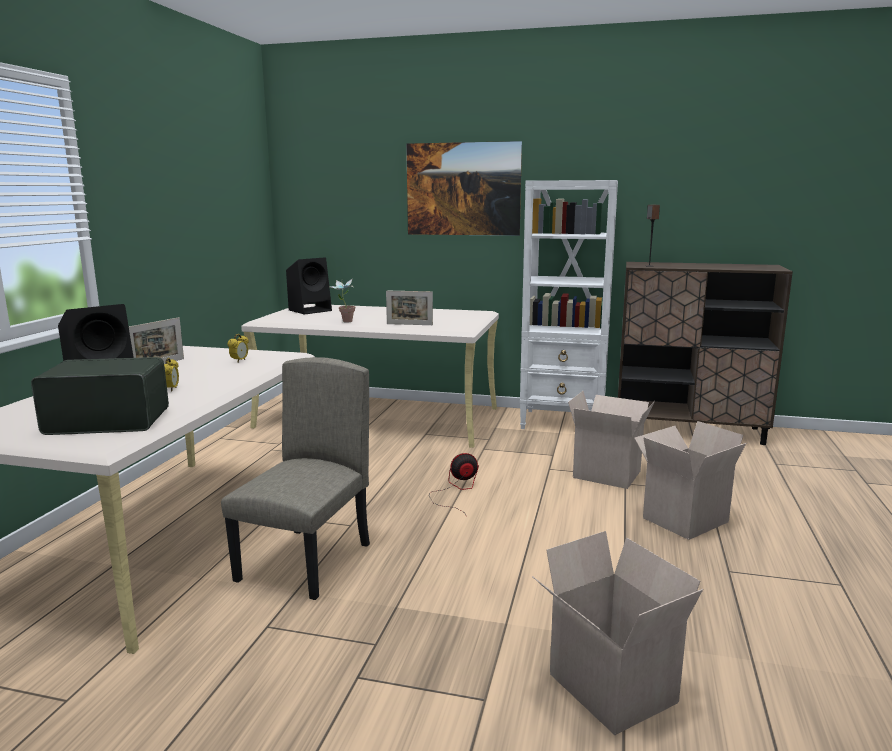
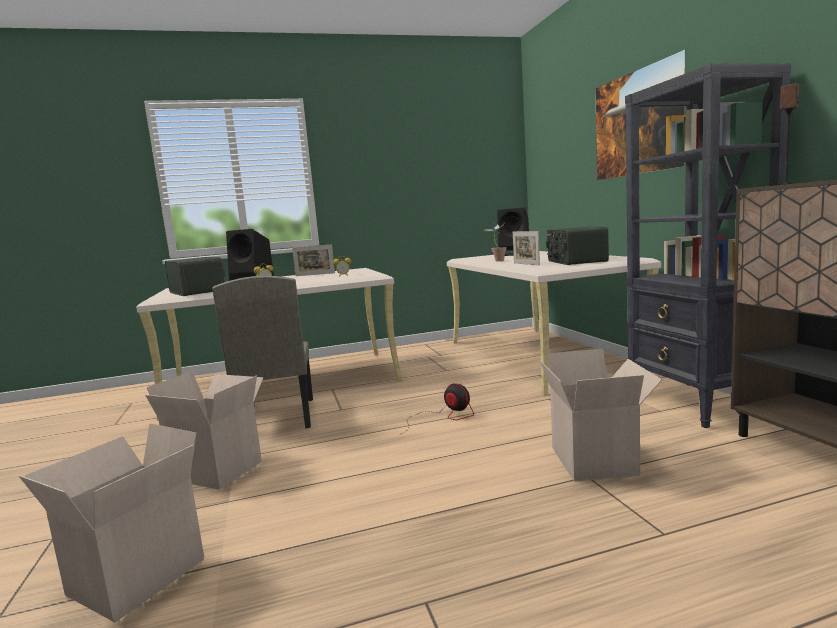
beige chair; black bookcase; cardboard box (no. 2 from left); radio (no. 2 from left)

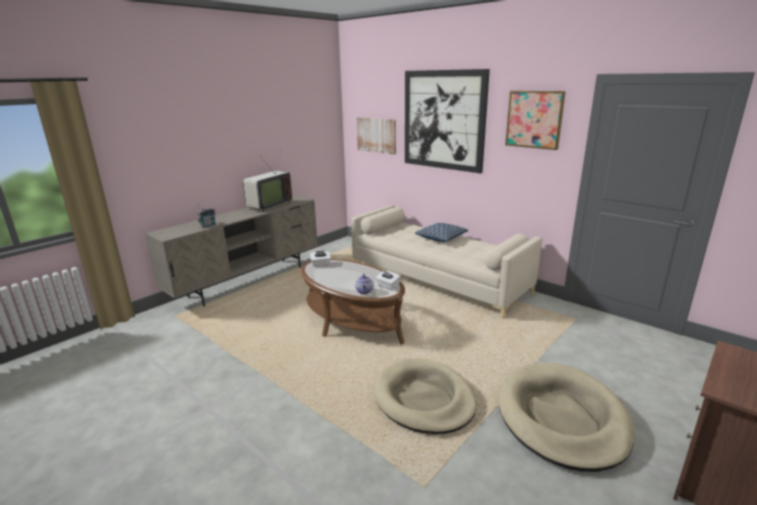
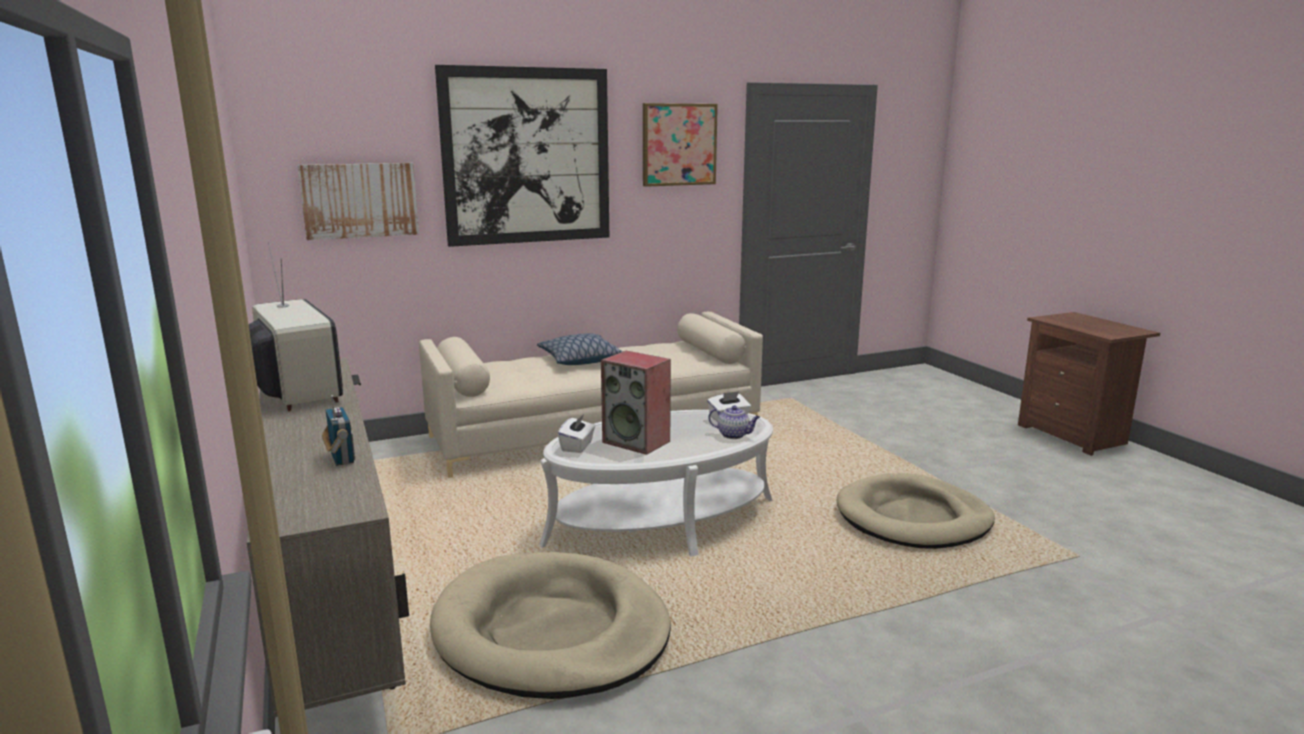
white coffee table; beige dog bed (no. 1 from left); speaker

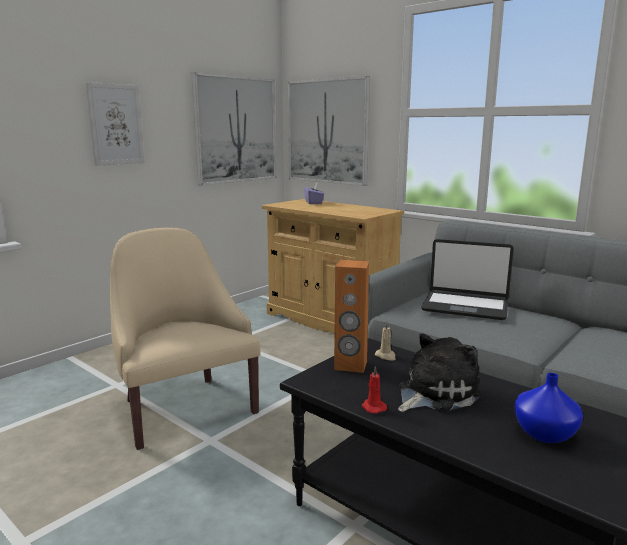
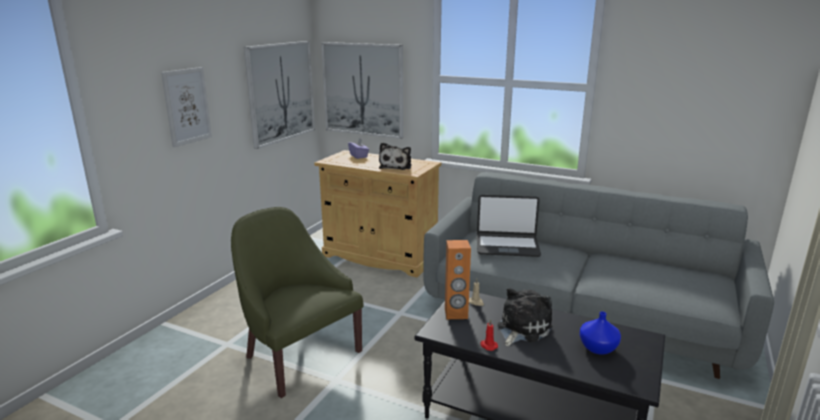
green armchair; plush toy (no. 1 from left)

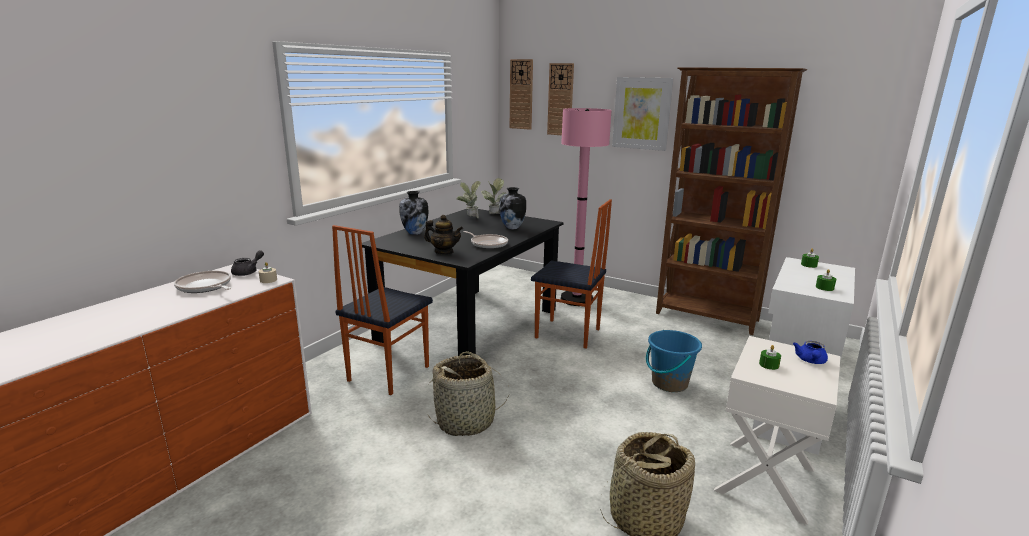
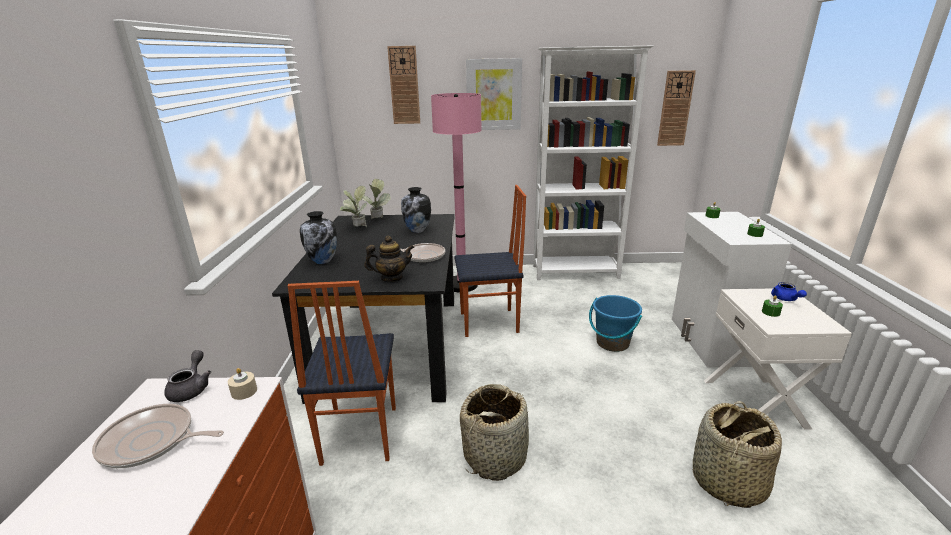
wall clock (no. 2 from left); white bookcase

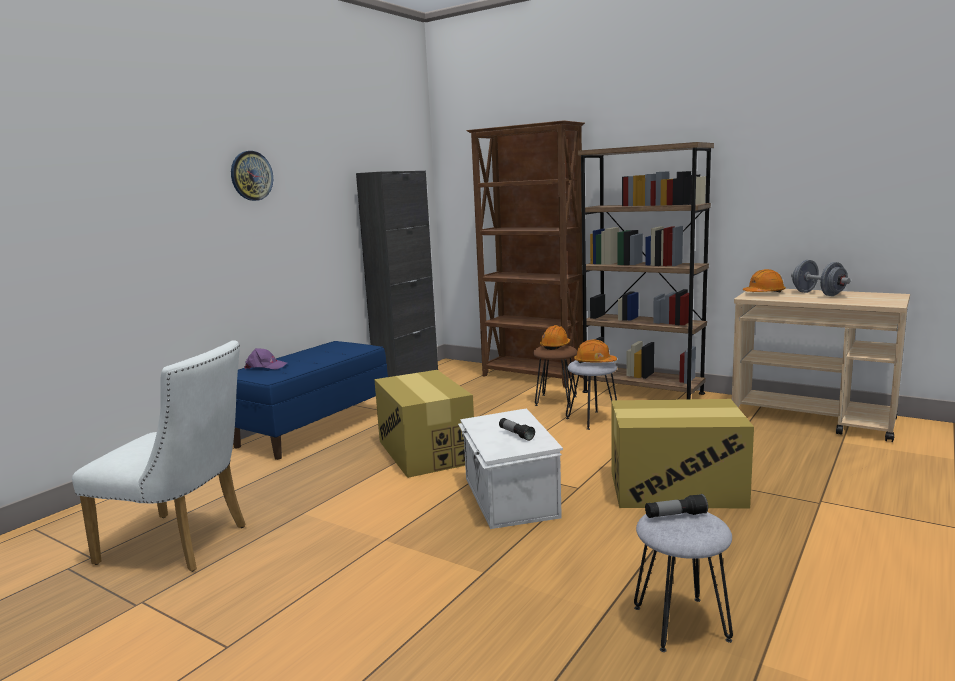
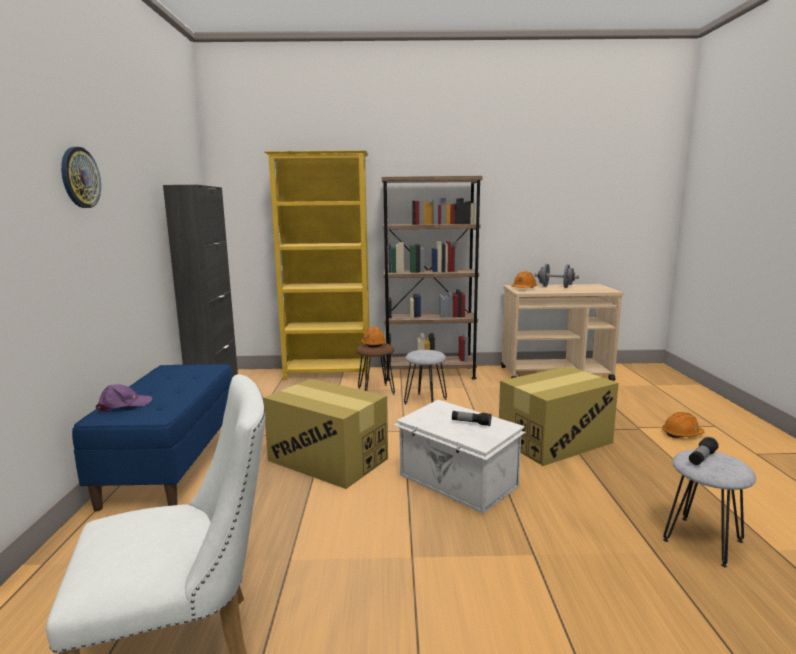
yellow bookcase; orange hard hat (no. 3 from left)

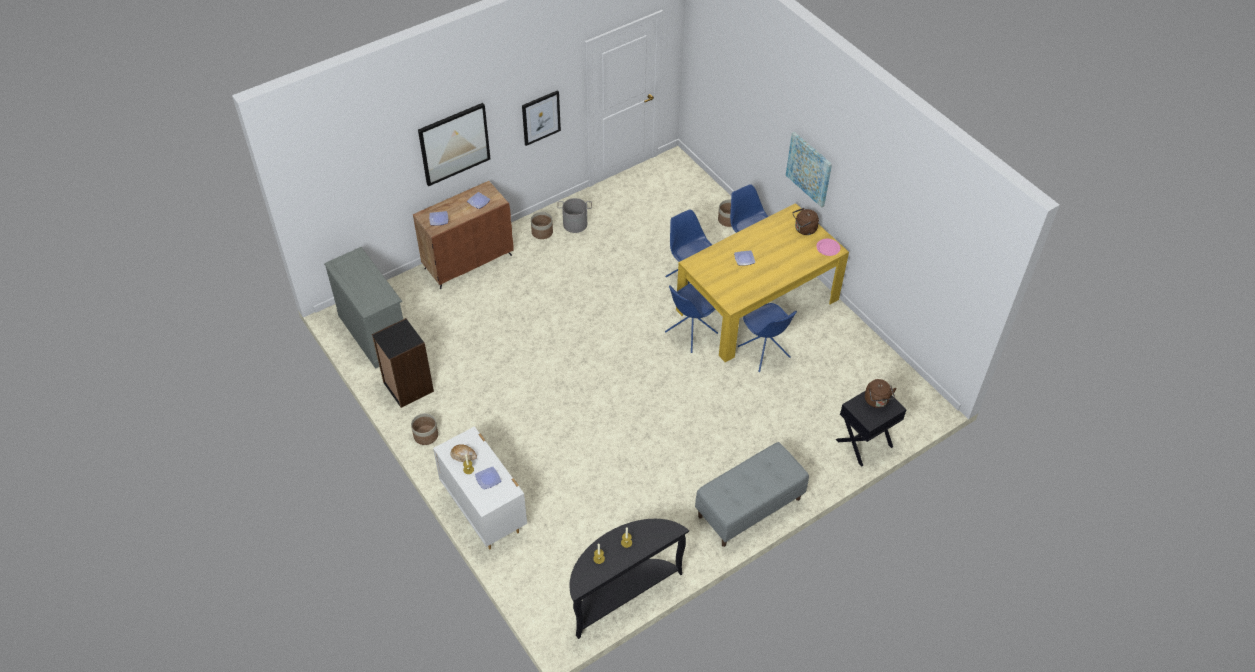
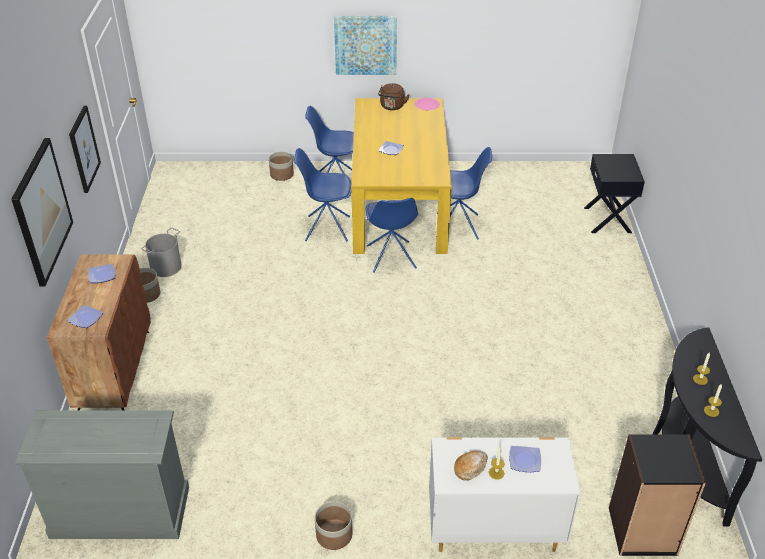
black bookcase; grey bench; brown kettle (no. 2 from left in the first image)

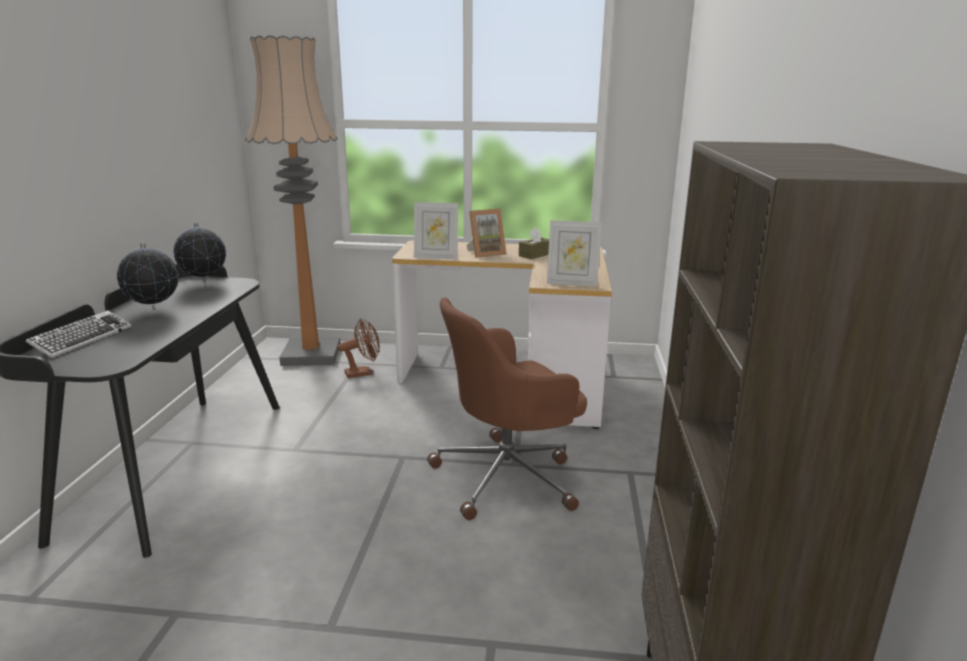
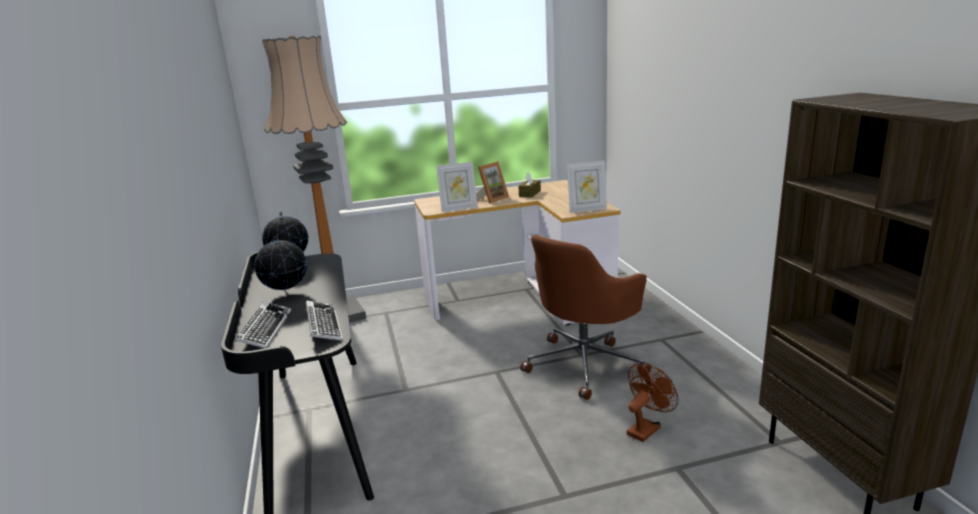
brown fan; keyboard (no. 2 from left)

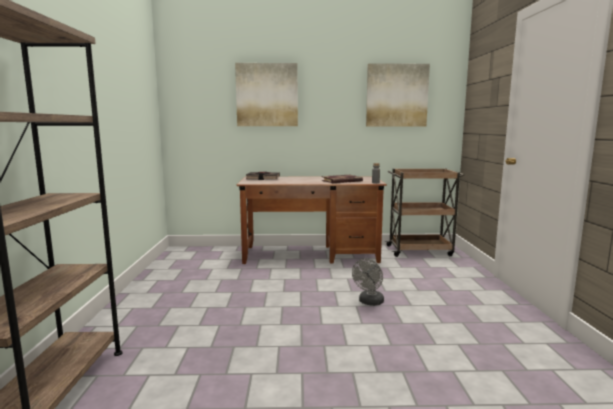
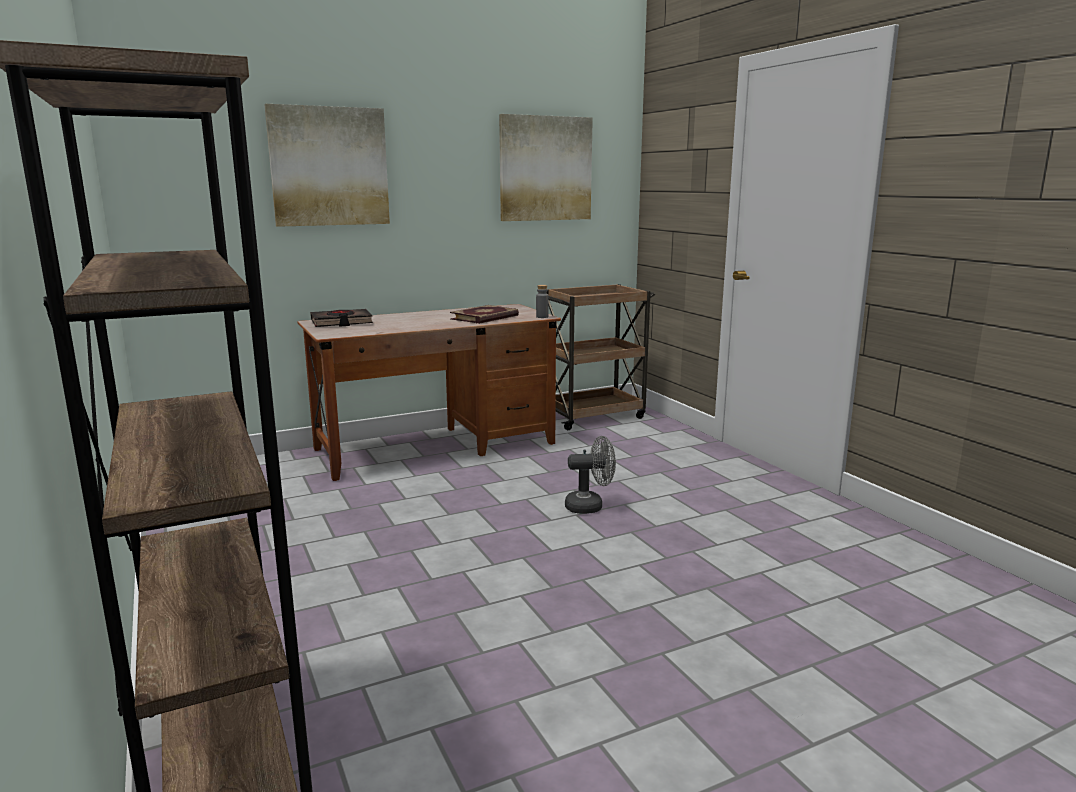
grey fan

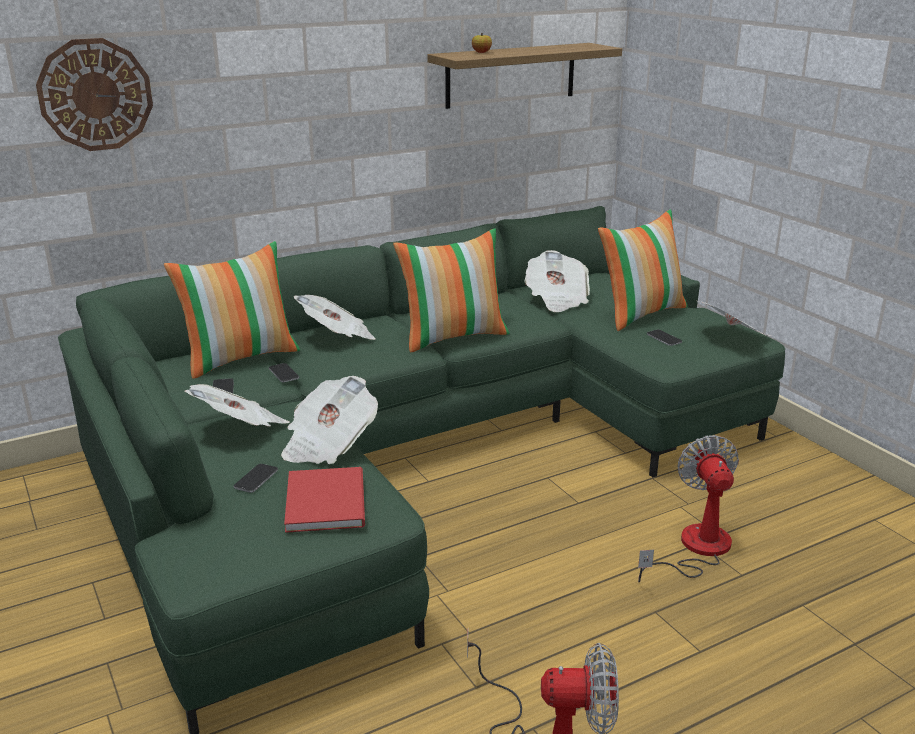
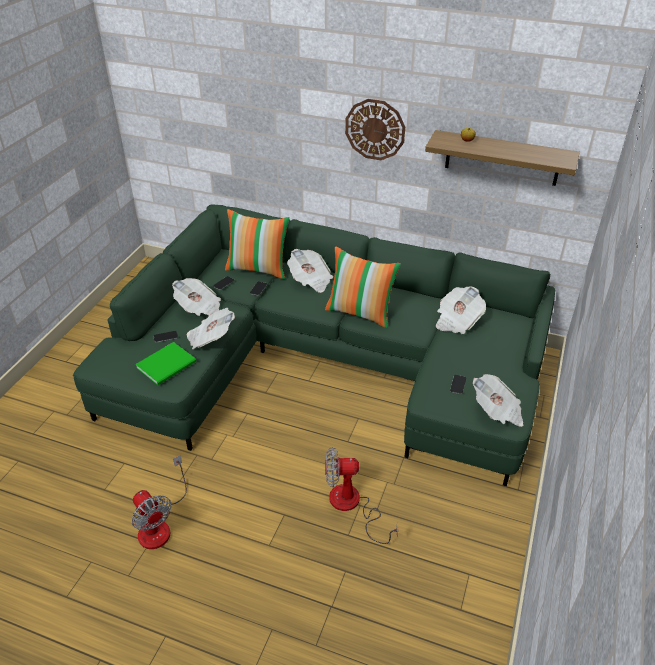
wall clock; green book; pillow (no. 3 from left in the first image); fan (no. 2 from left)

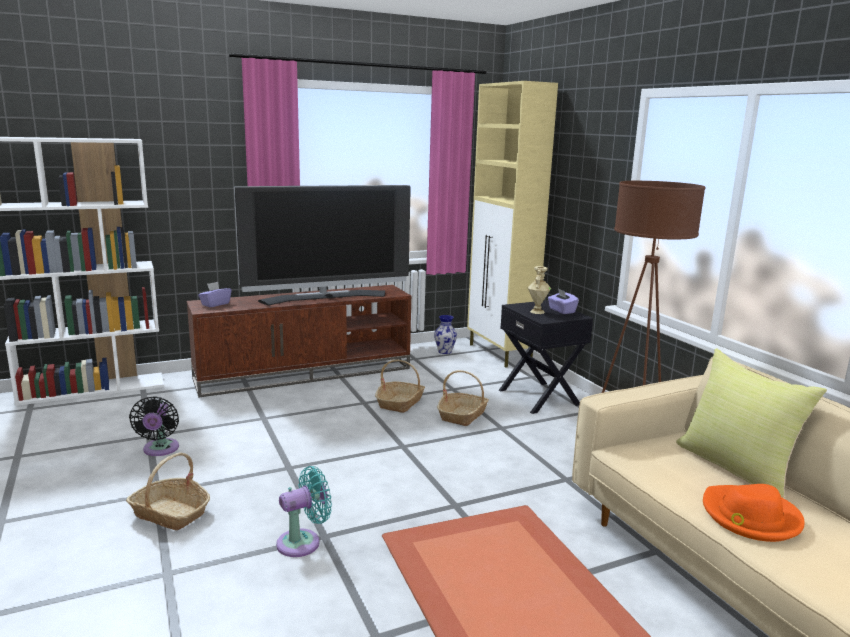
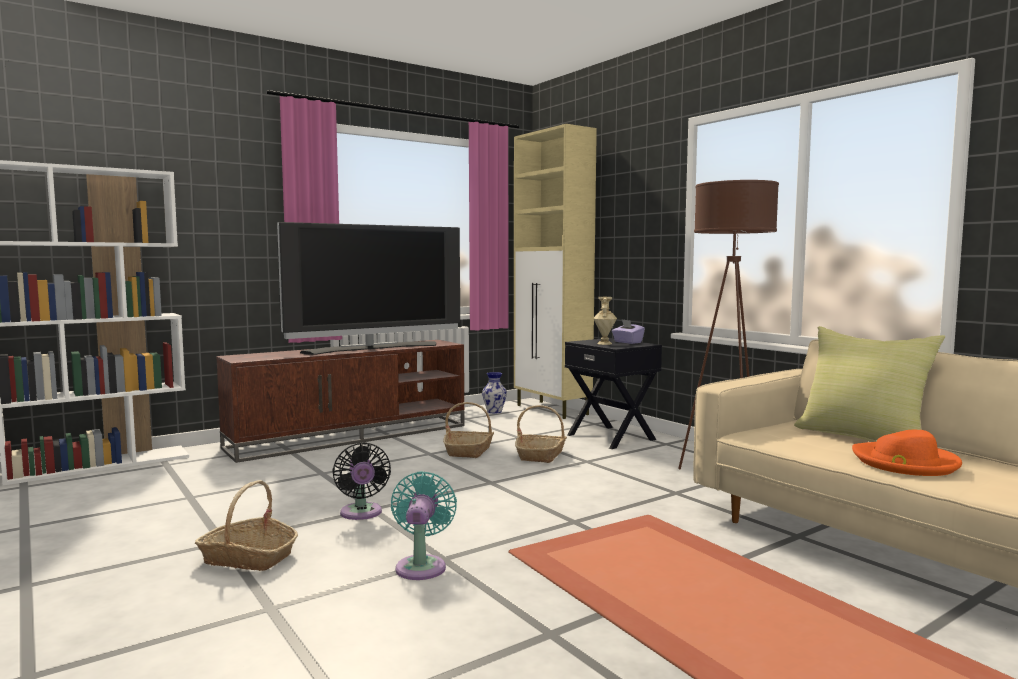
black fan; purple tissue box (no. 1 from left in the first image); turquoise fan

